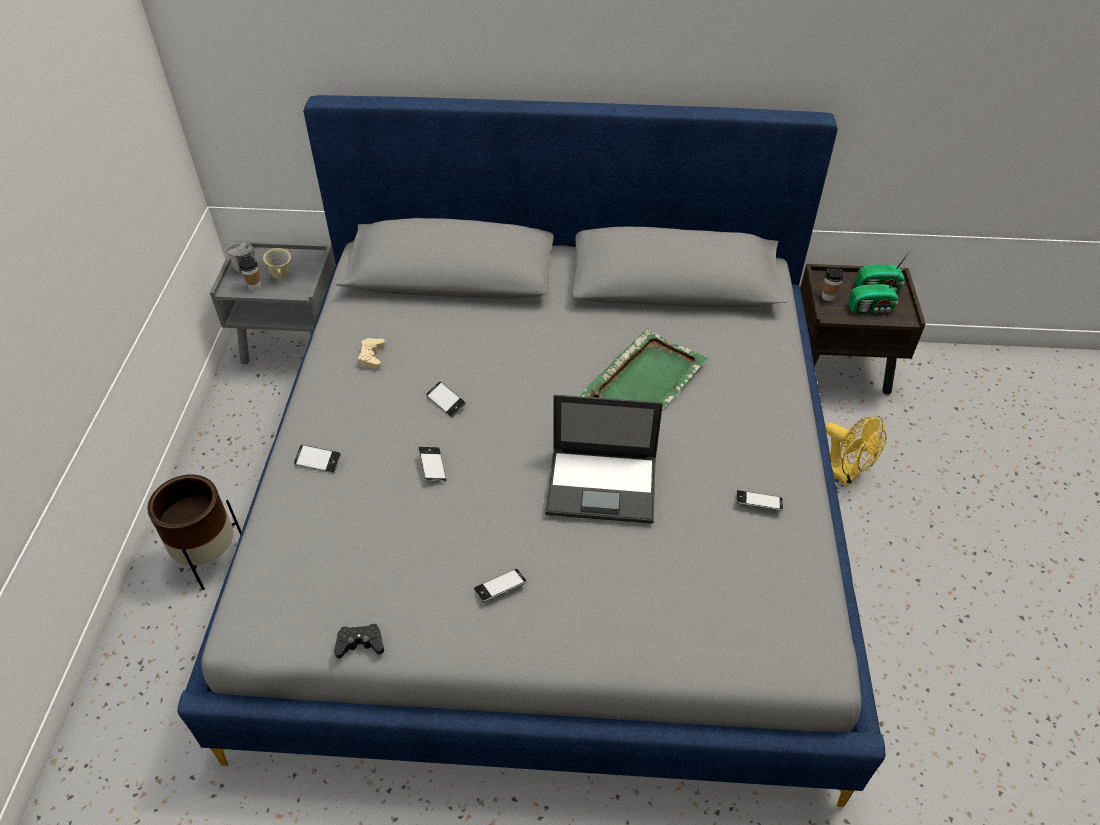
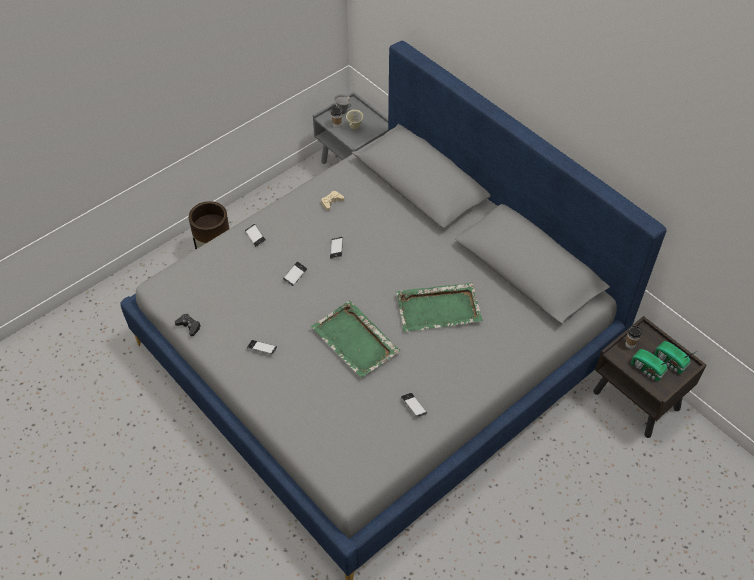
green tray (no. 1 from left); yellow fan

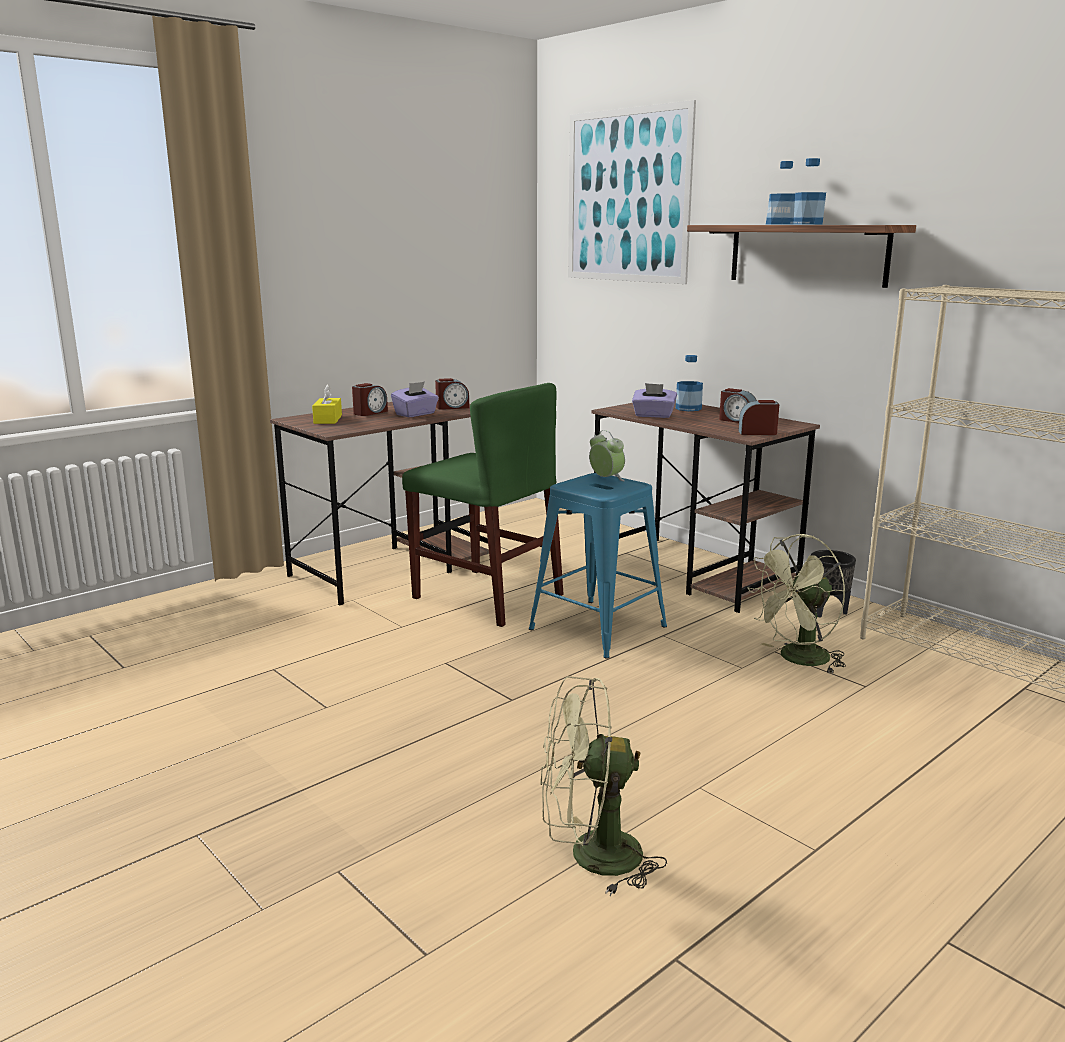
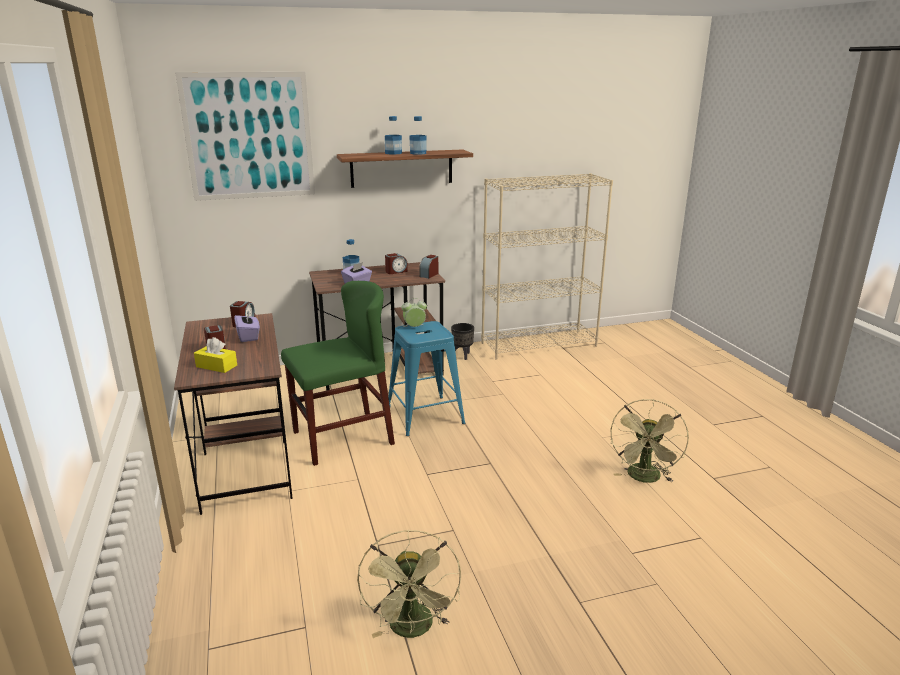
green fan (no. 1 from left)

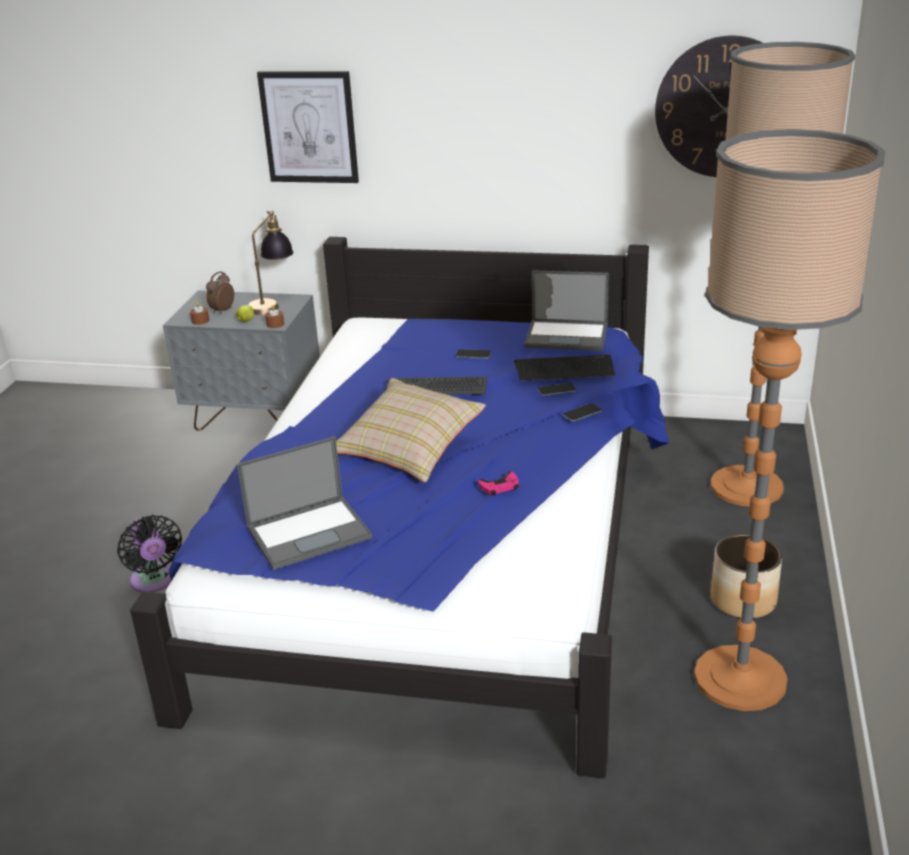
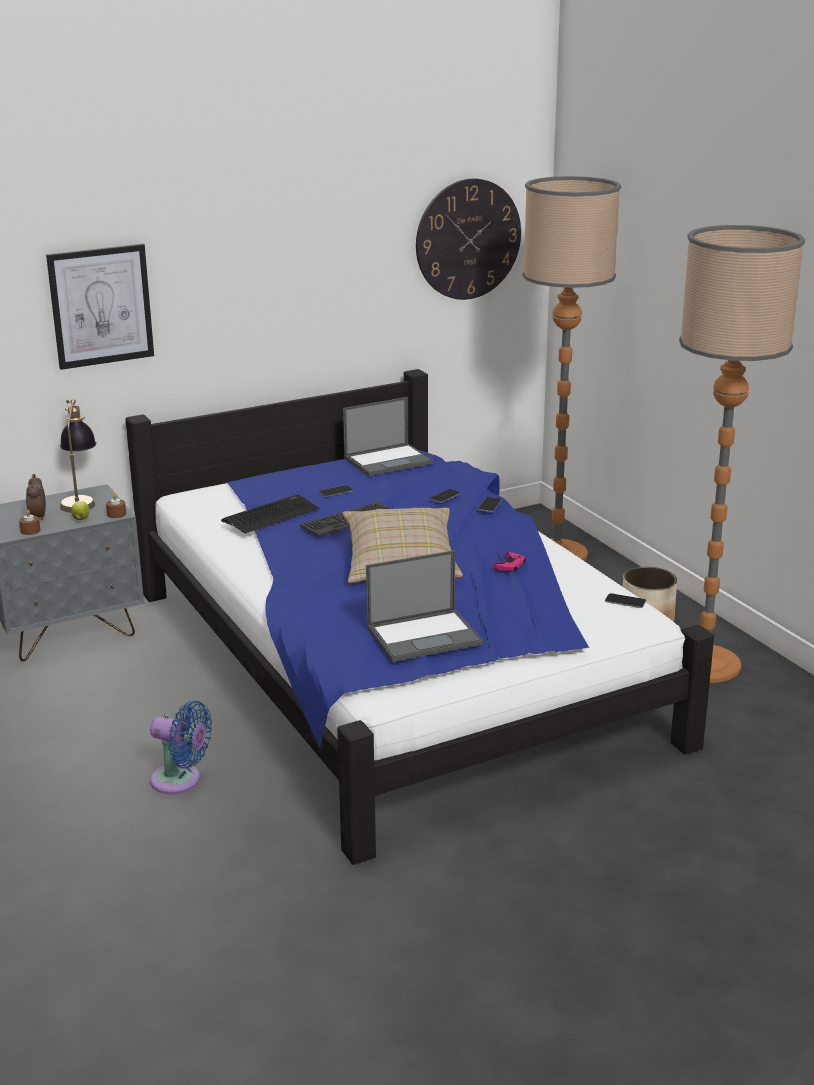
blue fan; laptop (no. 2 from left); keyboard (no. 1 from left); phone (no. 4 from left)

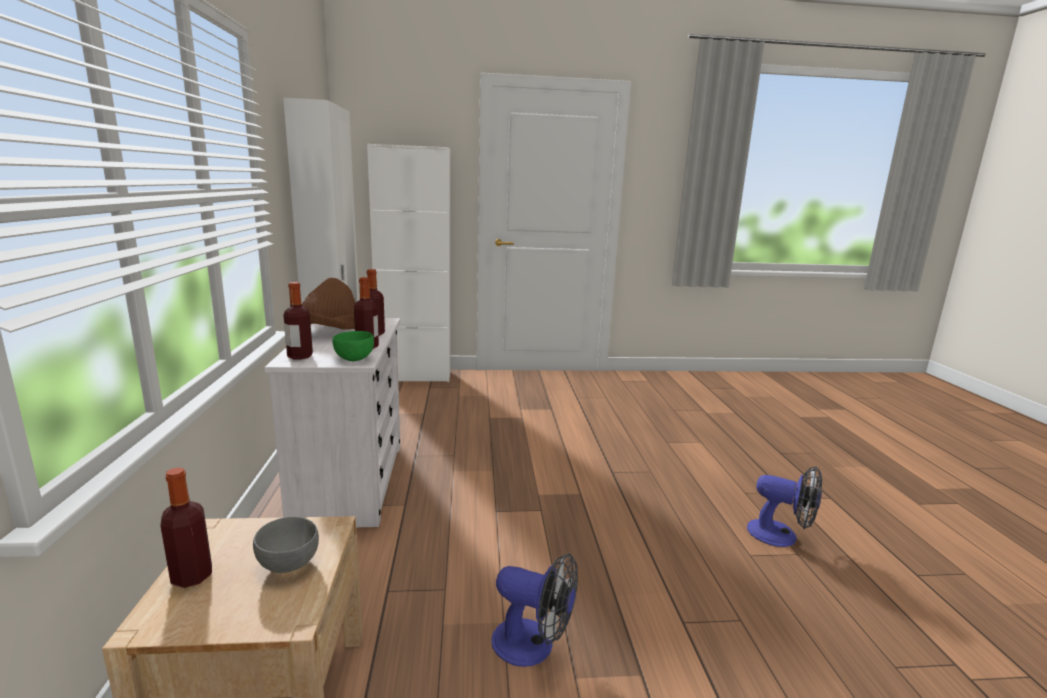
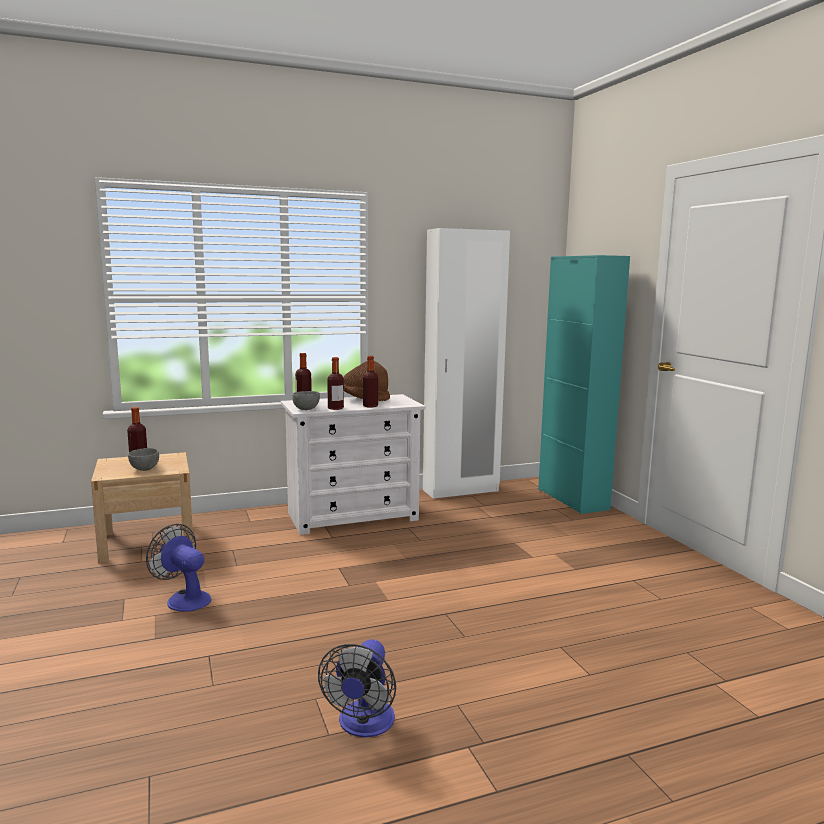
grey bowl (no. 2 from left); turquoise cabinet; fan (no. 1 from left)

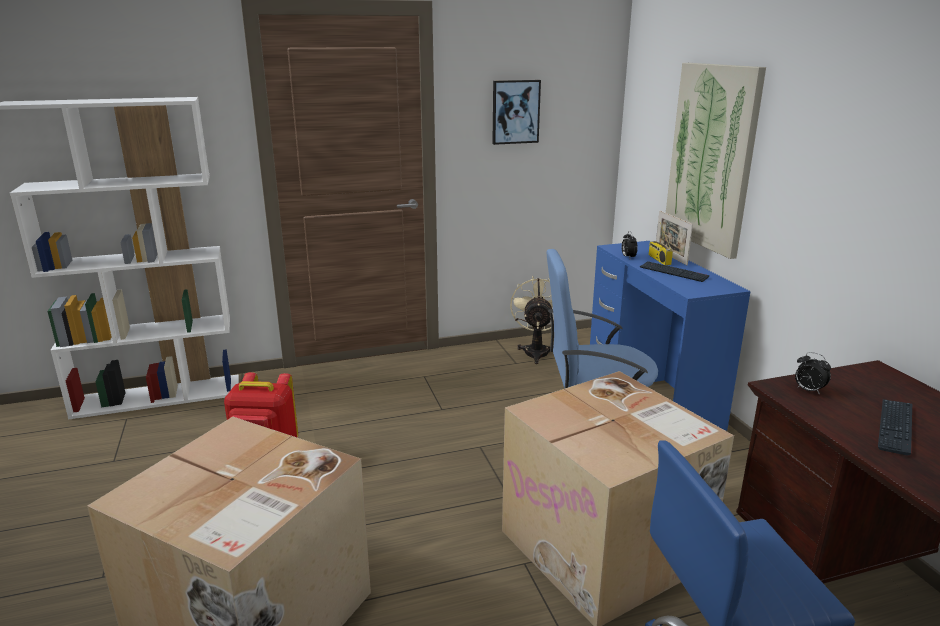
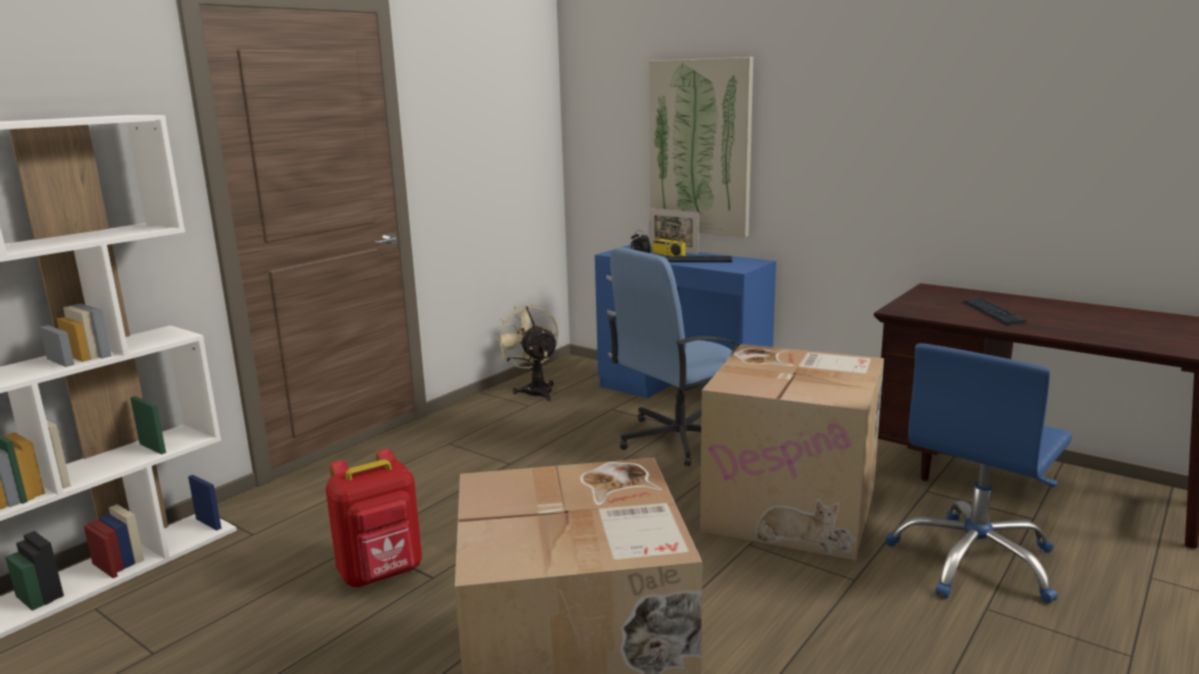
picture (no. 1 from left in the first image); alarm clock (no. 2 from left in the first image)

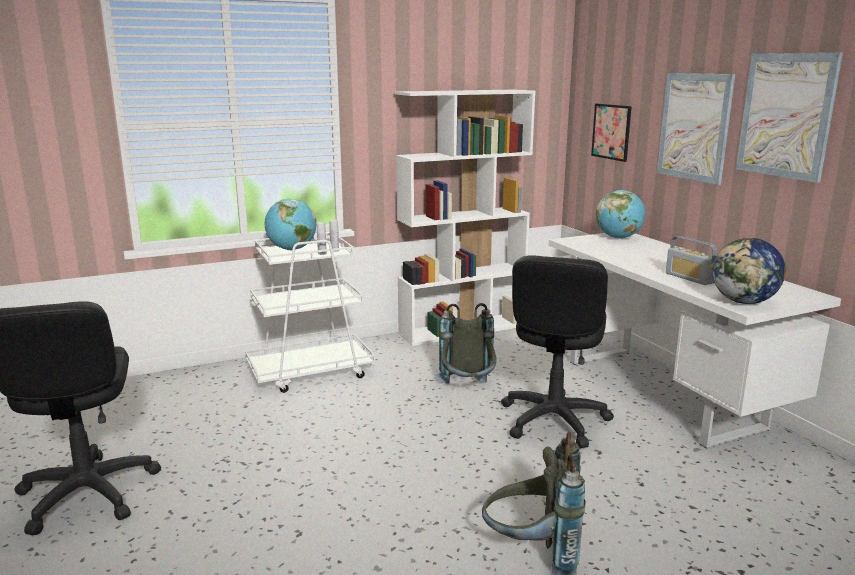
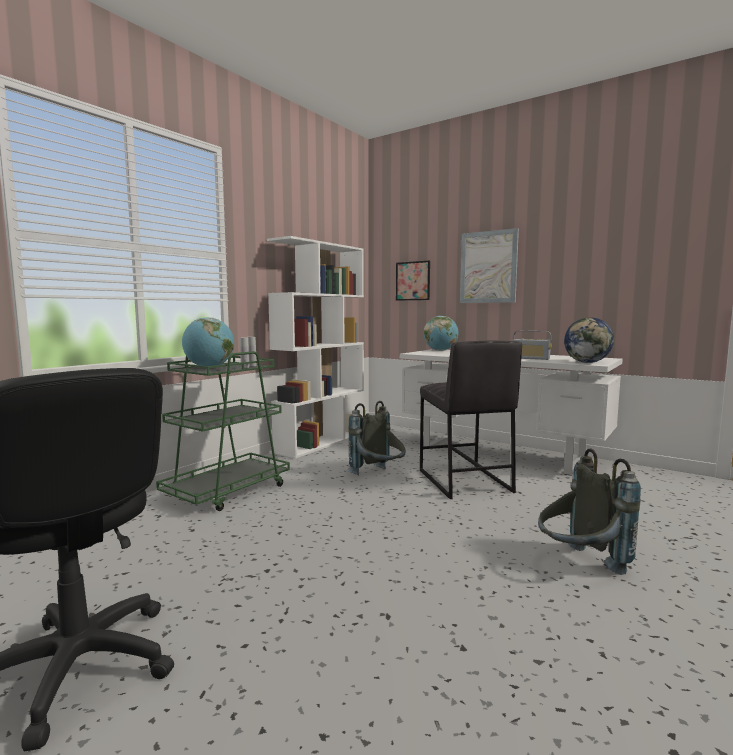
green cart; grey stool; picture (no. 3 from left in the first image)

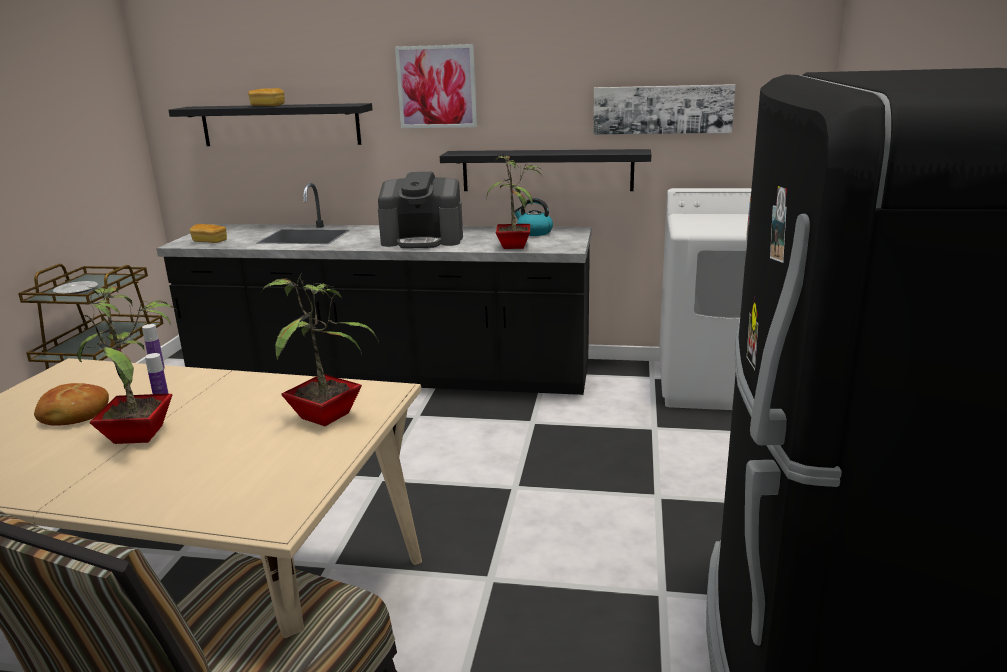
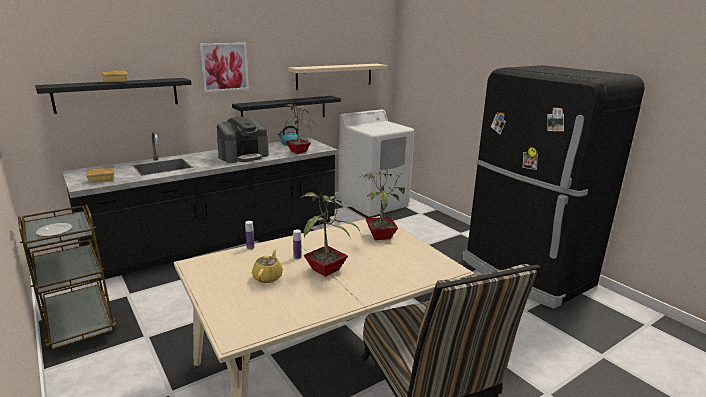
yellow teapot; beige shelf

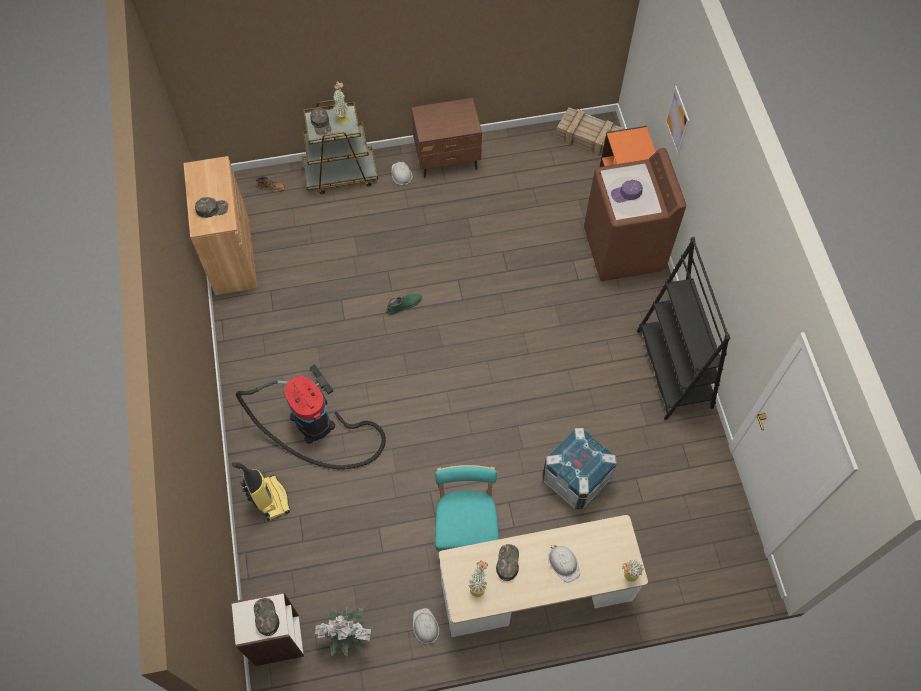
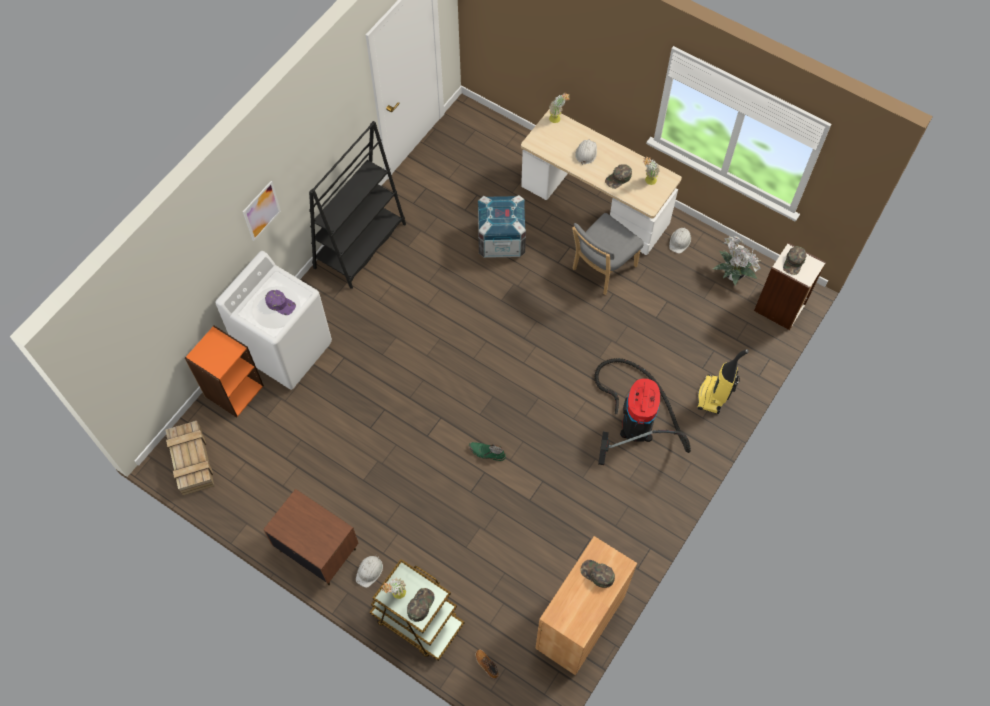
grey chair; white washing machine; picture

